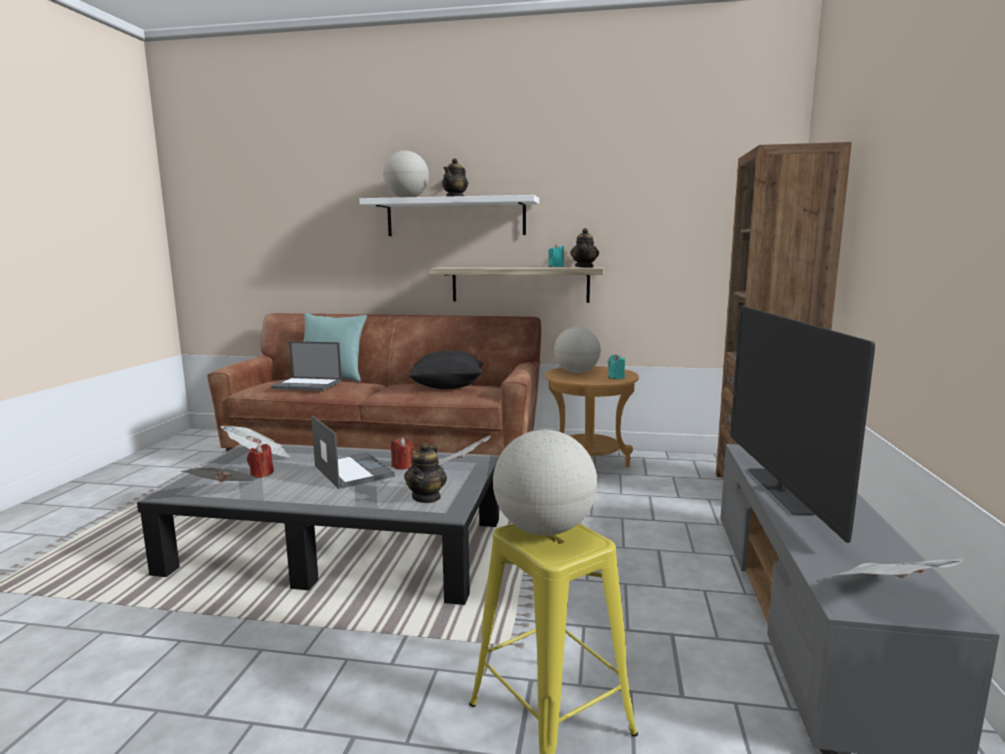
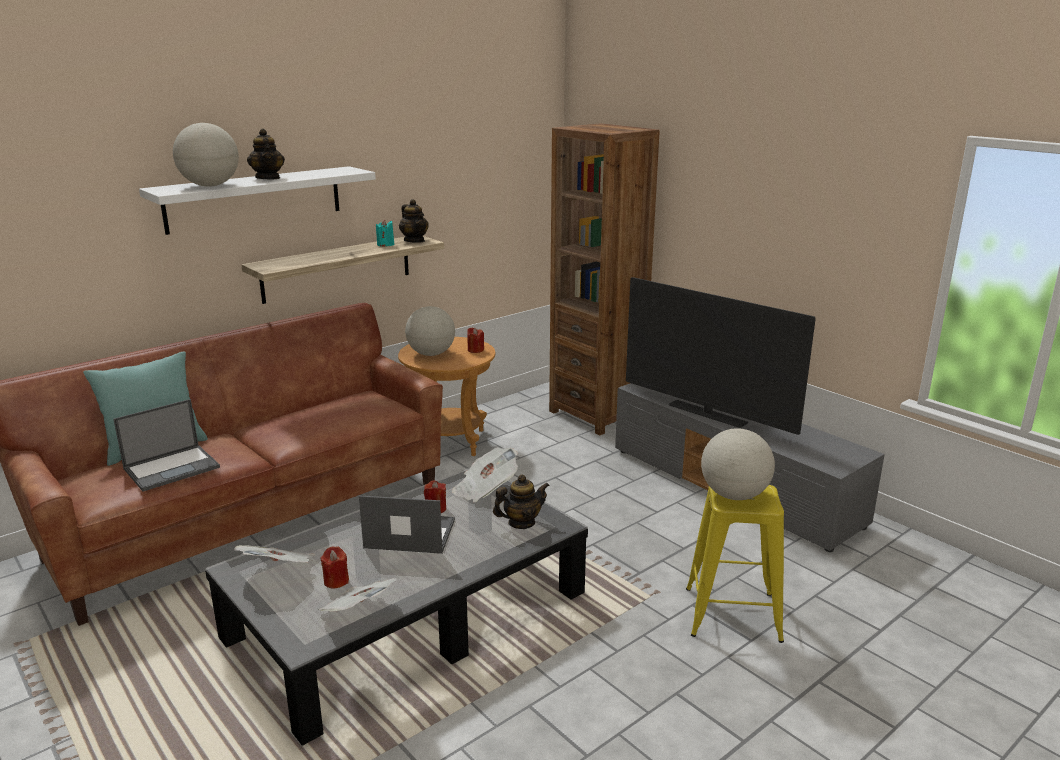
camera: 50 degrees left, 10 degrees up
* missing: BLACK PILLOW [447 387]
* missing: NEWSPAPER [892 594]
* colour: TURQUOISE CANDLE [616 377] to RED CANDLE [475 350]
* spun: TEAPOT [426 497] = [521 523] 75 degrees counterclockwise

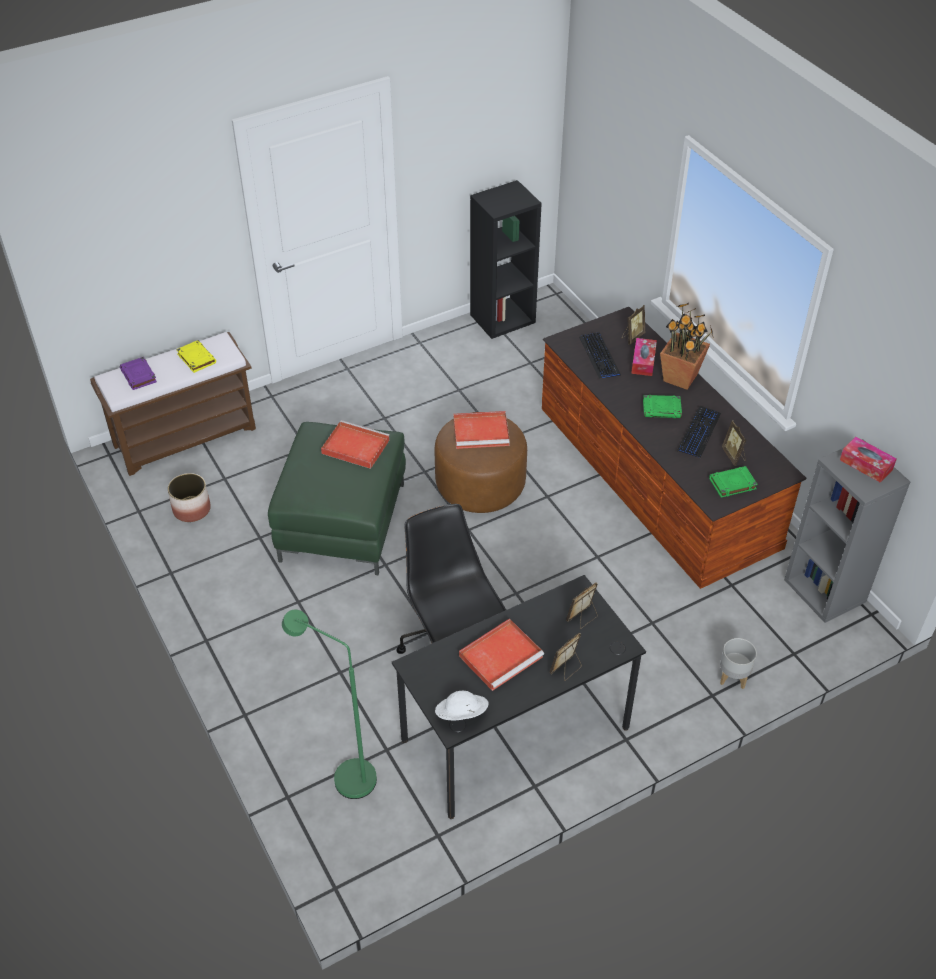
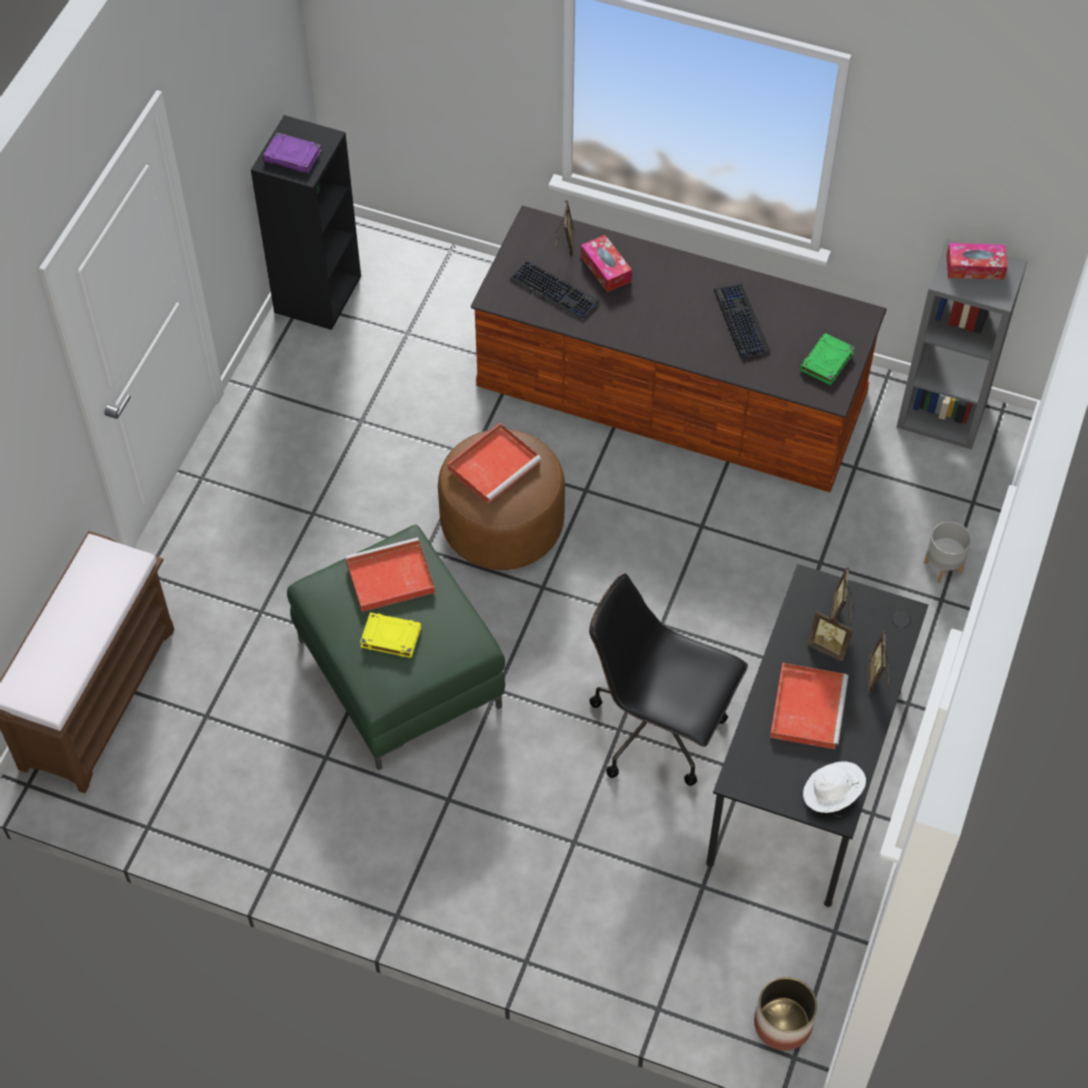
camera: 40 degrees left, 10 degrees up
* missing: GREEN FLOOR LAMP [345 775]
* missing: GREEN BOOK [662 409]
* missing: POTTED PLANT [681 378]
* relocated: PURPLE BOOK [139 376] to [293 156]
* relocated: PLANTER [192 509] to [783 1023]
* relocated: YELLOW BOOK [196 358] to [390 637]
* relocated: PICTURE FRAME [734 456] to [829 646]

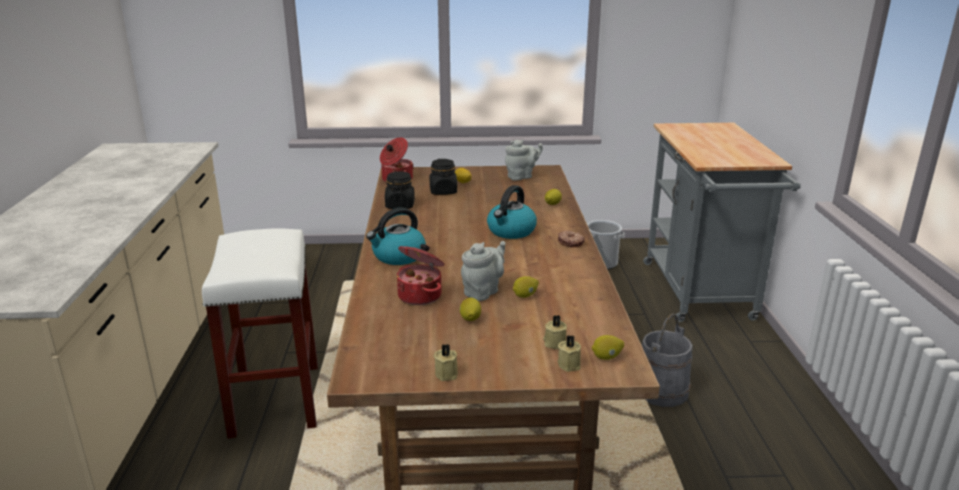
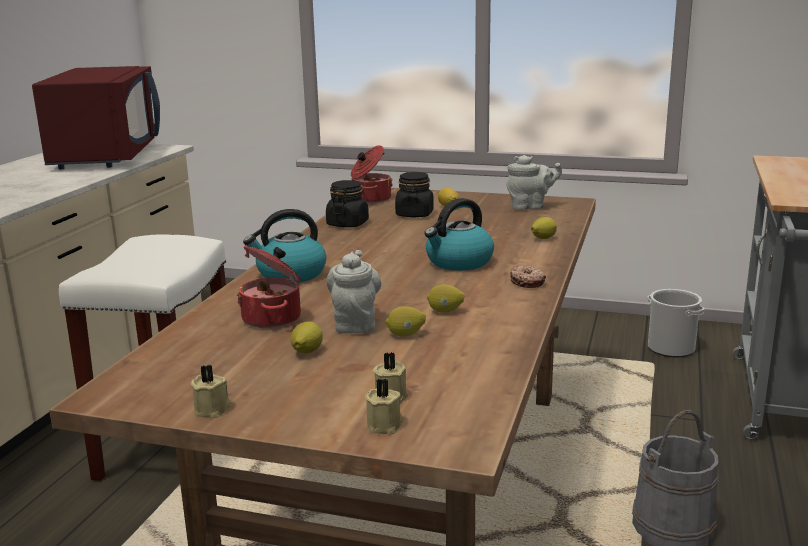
camera: 20 degrees right, 5 degrees down
* appeared: RED MICROWAVE [106 155]
* relocated: LEMON [606 357] to [445 311]
* spun: GREY TEAPOT [483 291] = [355 323] 60 degrees counterclockwise

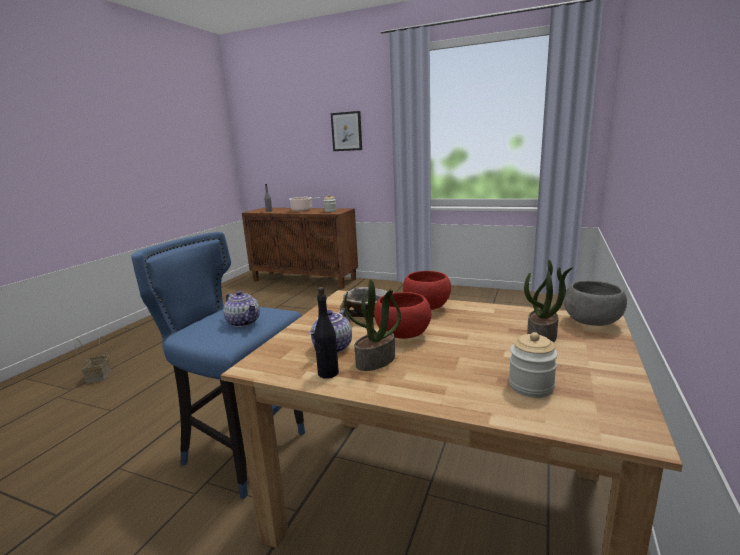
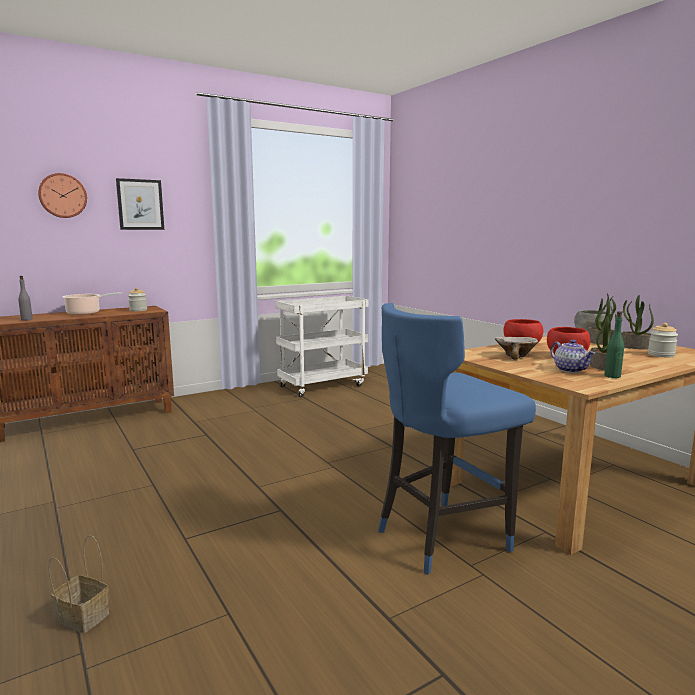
camera: 55 degrees left, 5 degrees down
* missing: TEAPOT [243 322]
* appeared: WALL CLOCK [62 195]
* appeared: WHITE CART [323 385]
* appeared: POTTED PLANT [634 347]
* colour: BLACK BOTTLE [328 373] to GREEN BOTTLE [612 376]

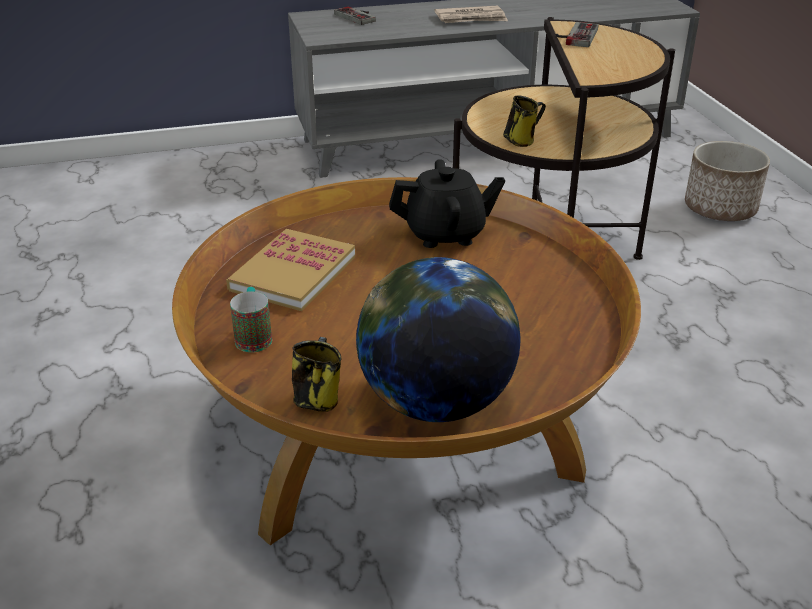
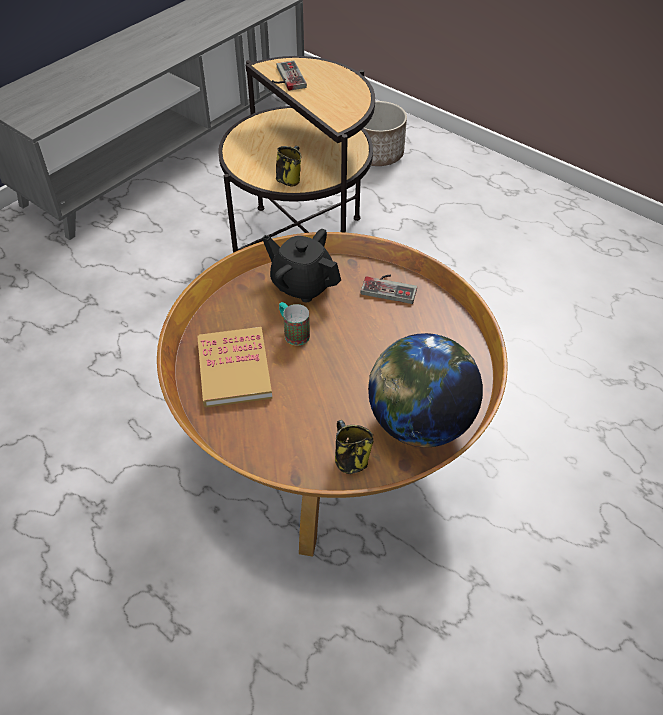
camera: 35 degrees left, 15 degrees up
* missing: NEWSPAPER [471 18]
* relocated: MUG [254 336] to [293 332]
* relocated: GAME CONTROLLER [359 16] to [390 287]
* spun: BLACK TEAPOT [446 234] = [302 284] 105 degrees counterclockwise

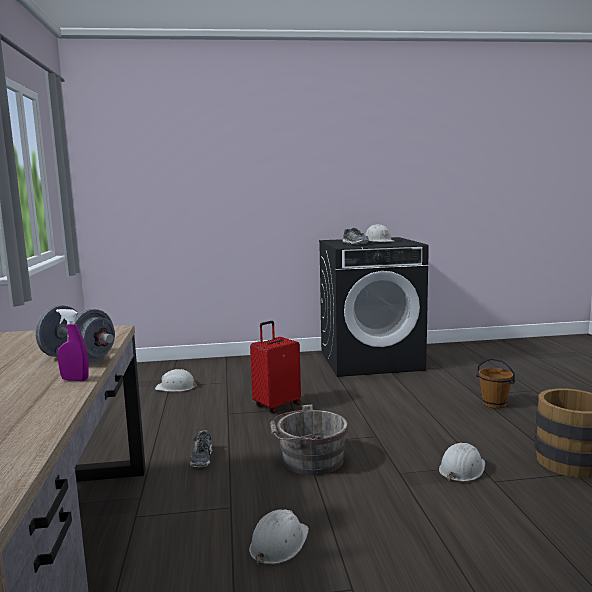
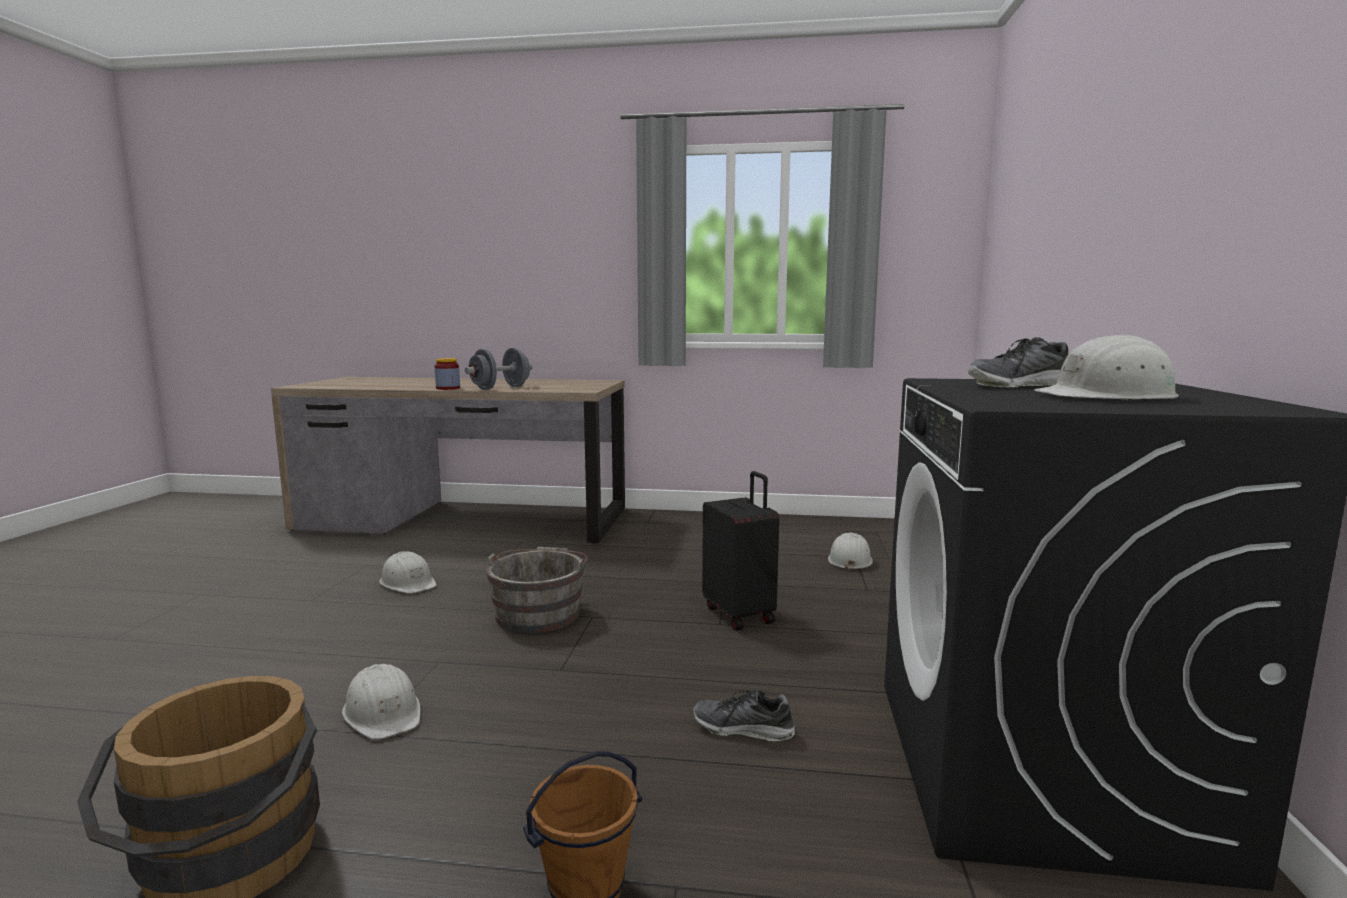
camera: 105 degrees right, 0 degrees up
* relocated: SHOE [202 458] to [743 729]
* exchanged: PURPLE SPRAY BOTTLE [75 380] to JAR [448 388]
* colour: RED SUITCASE [276 405] to BLACK SUITCASE [740 614]

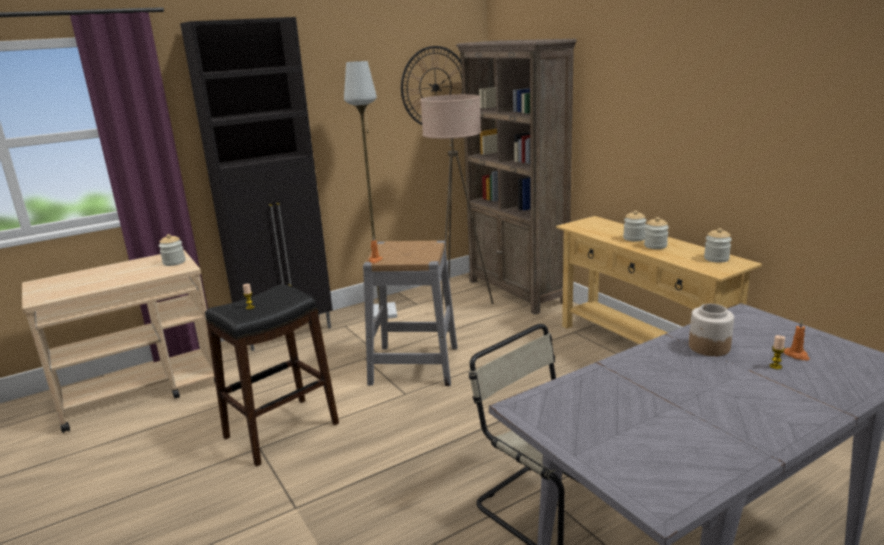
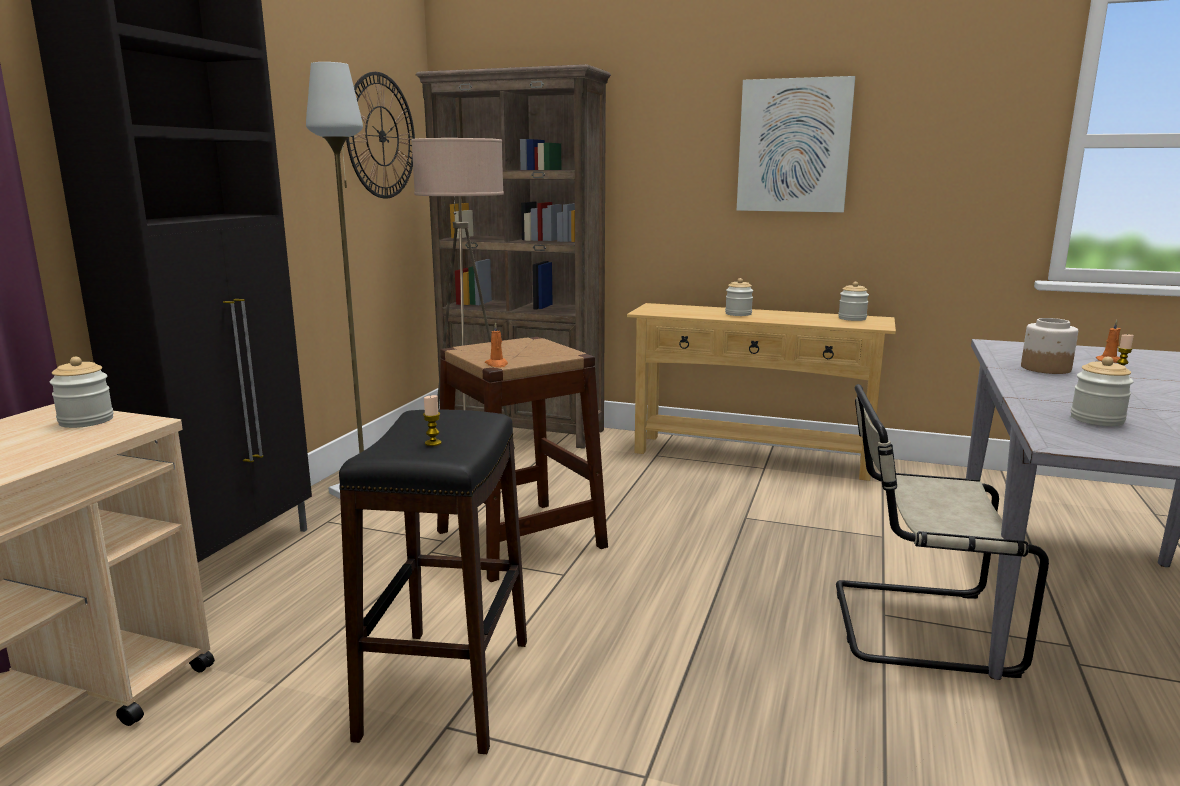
camera: 40 degrees left, 5 degrees down
* appeared: PICTURE [794 146]
* relocated: JAR [655 246] to [1097 419]
* colour: GREY STOOL [414 365] to BROWN STOOL [520 538]

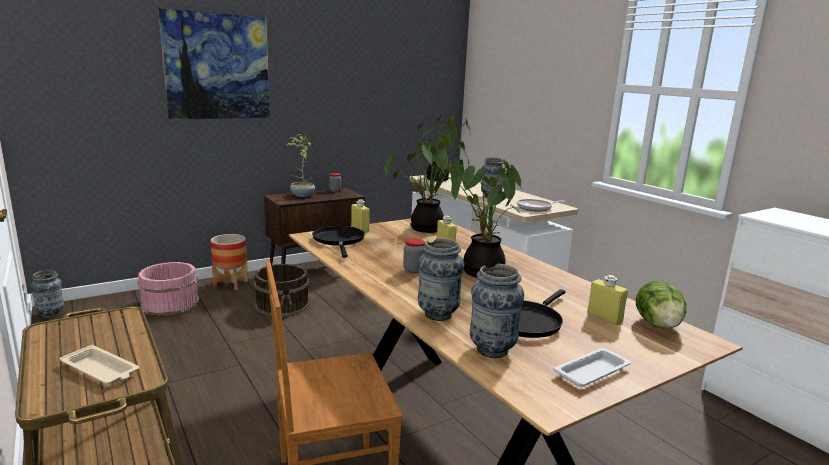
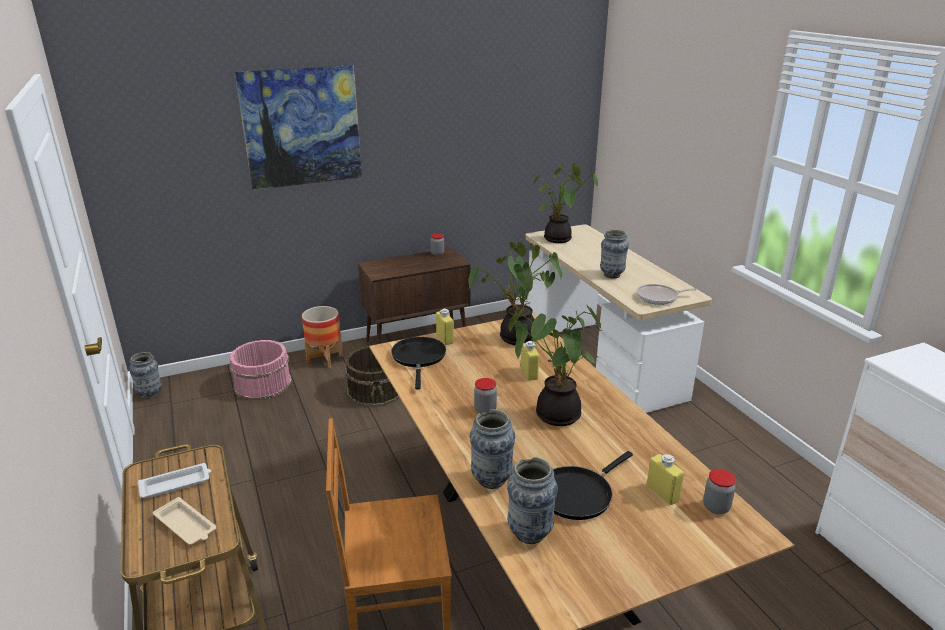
camera: 10 degrees right, 10 degrees up
* missing: POTTED PLANT [302 195]
* relocated: WHITE TRAY [592 372] to [176 484]
* exchanged: LETTUCE [658 325] to JAR [716 507]

